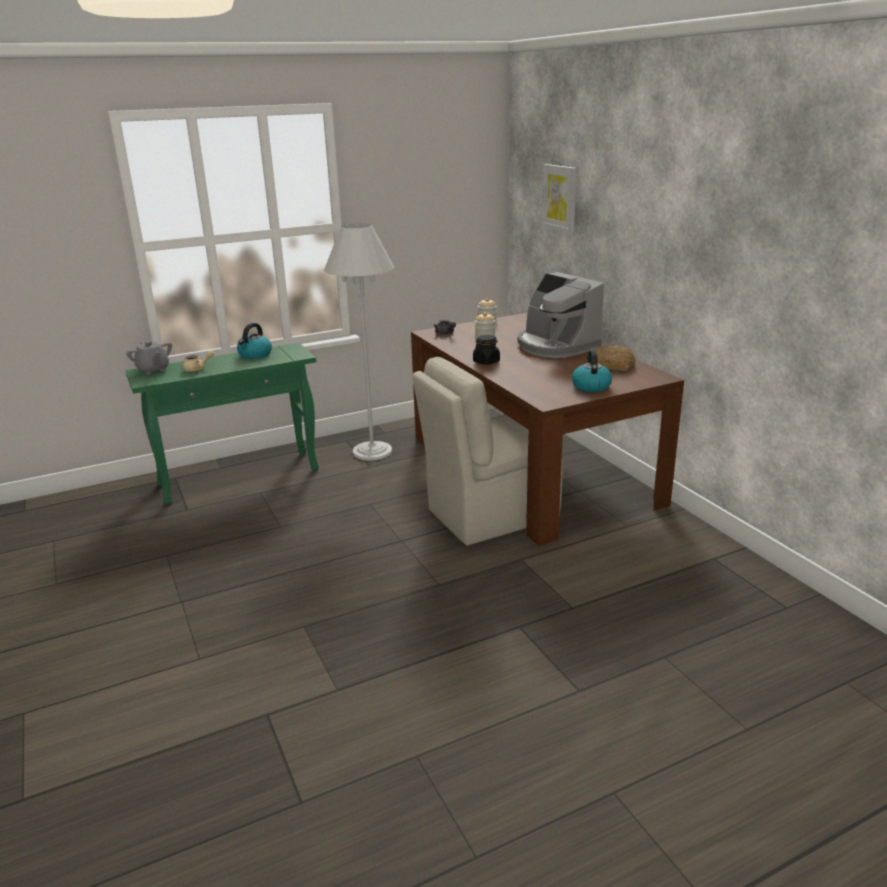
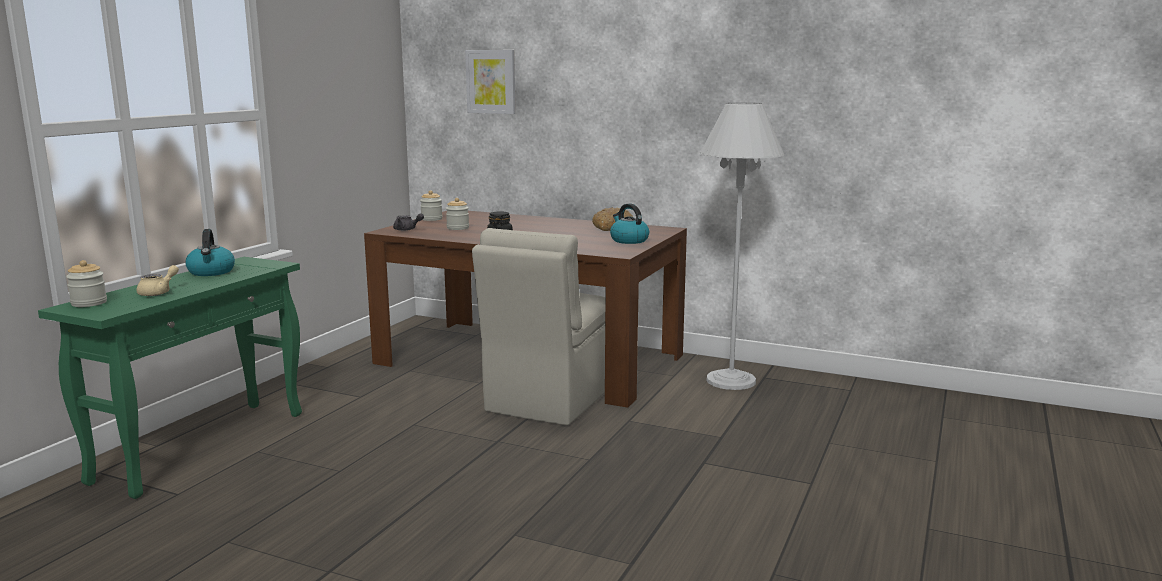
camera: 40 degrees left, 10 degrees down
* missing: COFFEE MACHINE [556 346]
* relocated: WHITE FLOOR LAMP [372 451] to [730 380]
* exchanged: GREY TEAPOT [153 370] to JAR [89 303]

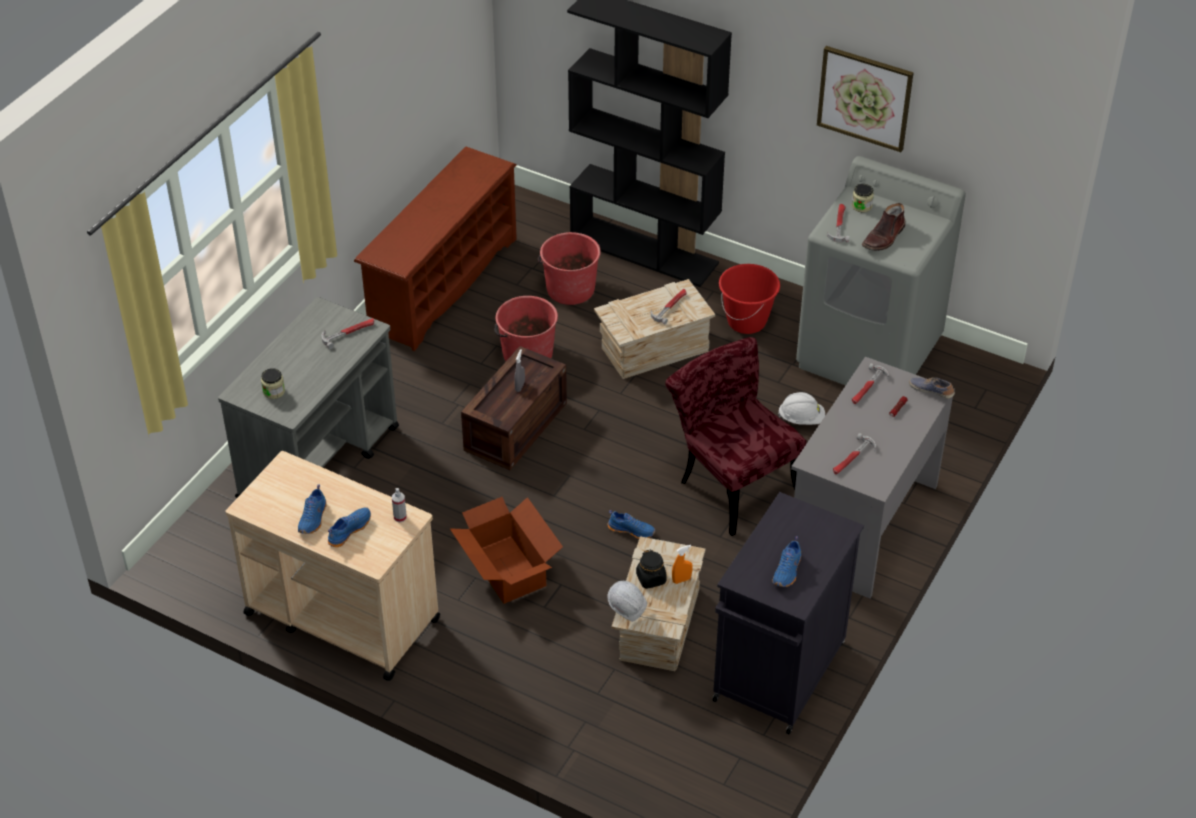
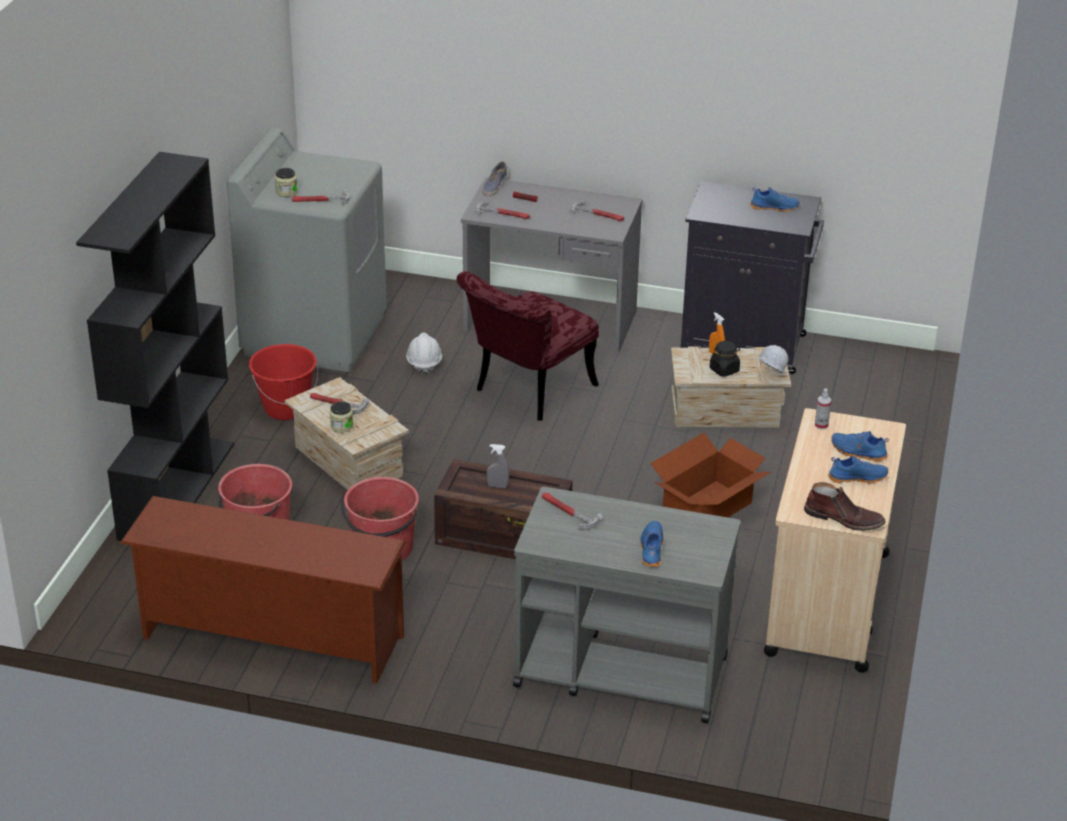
camera: 105 degrees left, 10 degrees down
* missing: PICTURE [865 98]
* relocated: JAR [274 391] to [341 426]
* relocated: BLUE SHOE [631 530] to [651 549]
* relocated: BROWN BOOT [884 238] to [844 518]

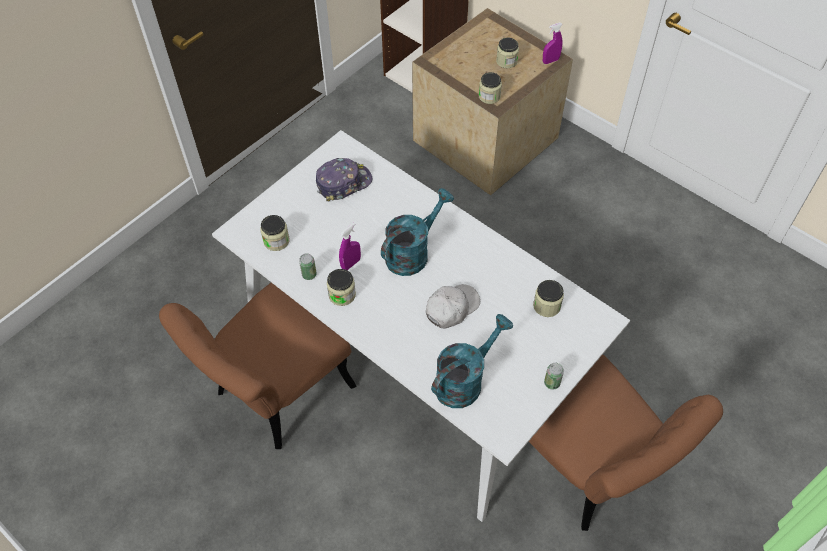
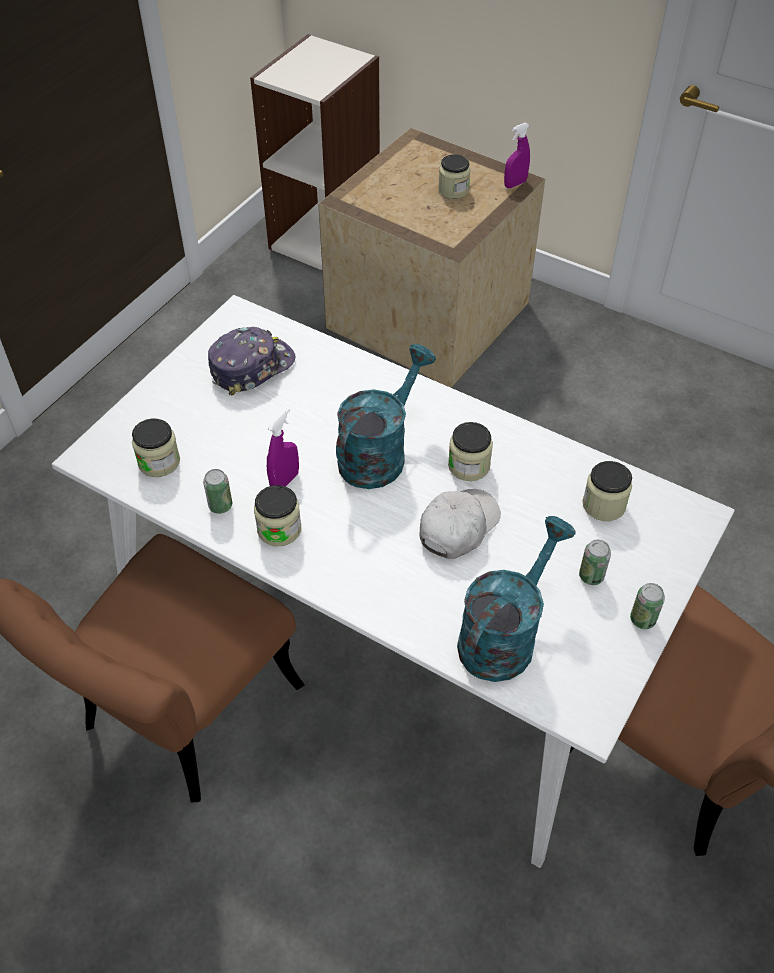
camera: 10 degrees left, 5 degrees down
* appeared: CAN [591 576]
* relocated: JAR [489 96] to [469 466]

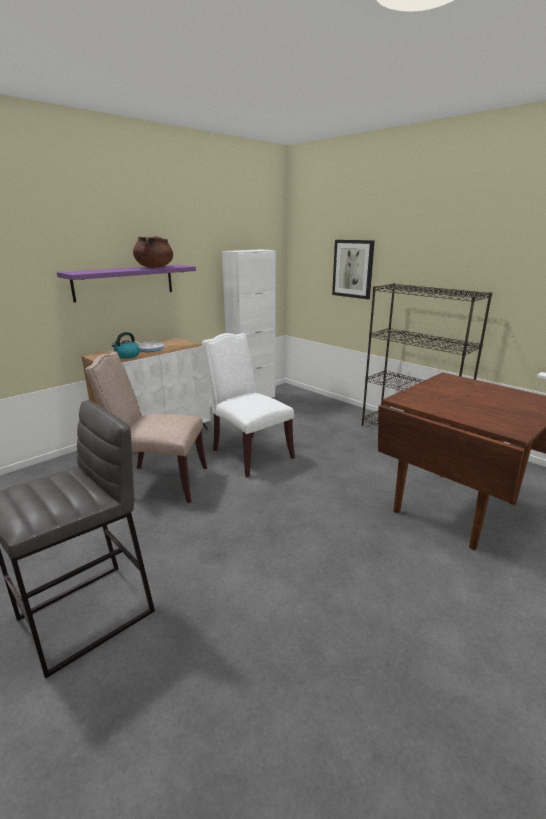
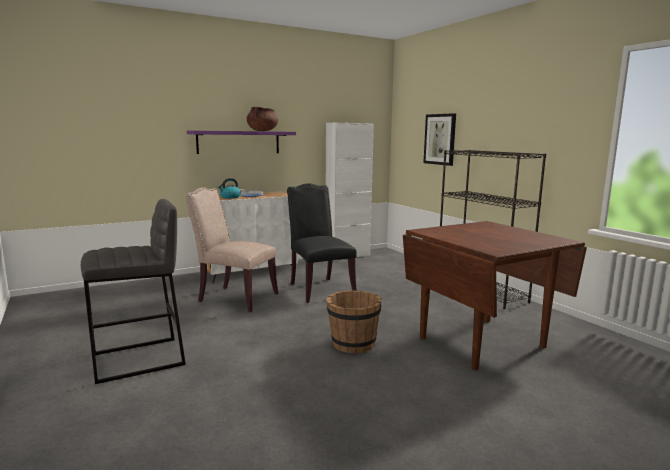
camera: 15 degrees right, 10 degrees down
* appeared: BROWN BUCKET [353 344]
* colour: WHITE CHAIR [248 453] to BLACK CHAIR [319 289]

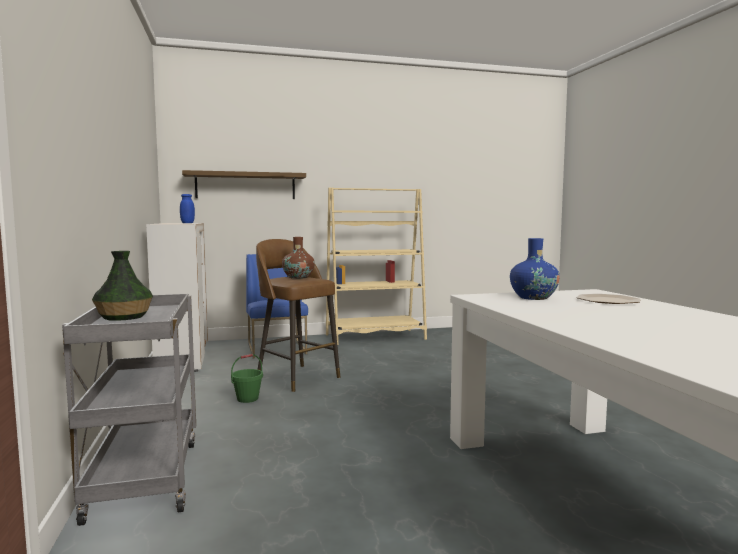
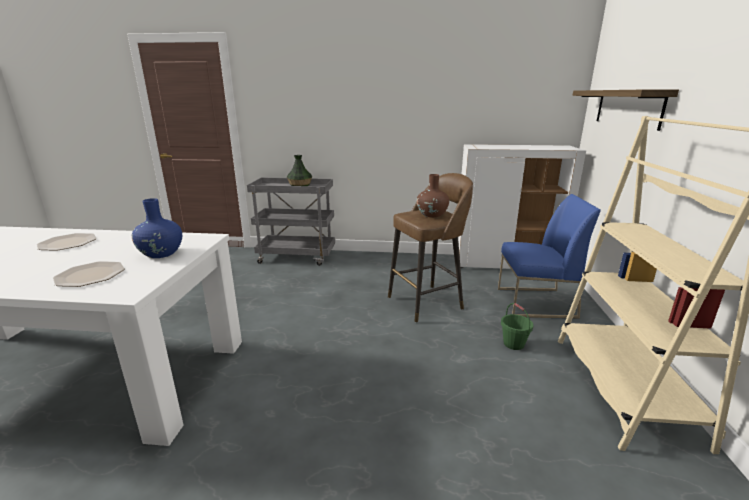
camera: 110 degrees right, 15 degrees up
* missing: BLUE JAR [187 223]
* appeared: PLATE [67 243]
* relocated: GREEN BUCKET [247 399] to [514 344]

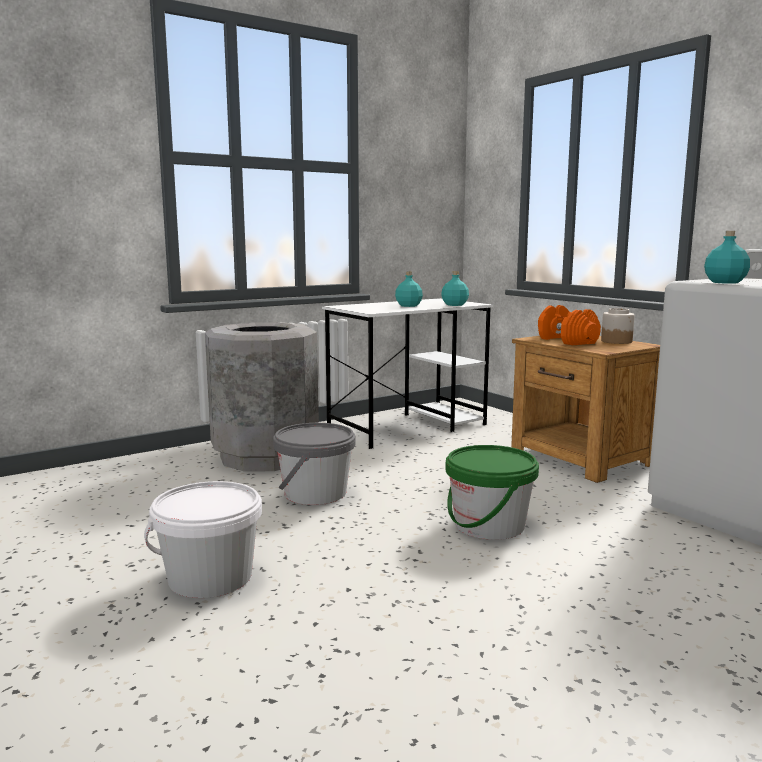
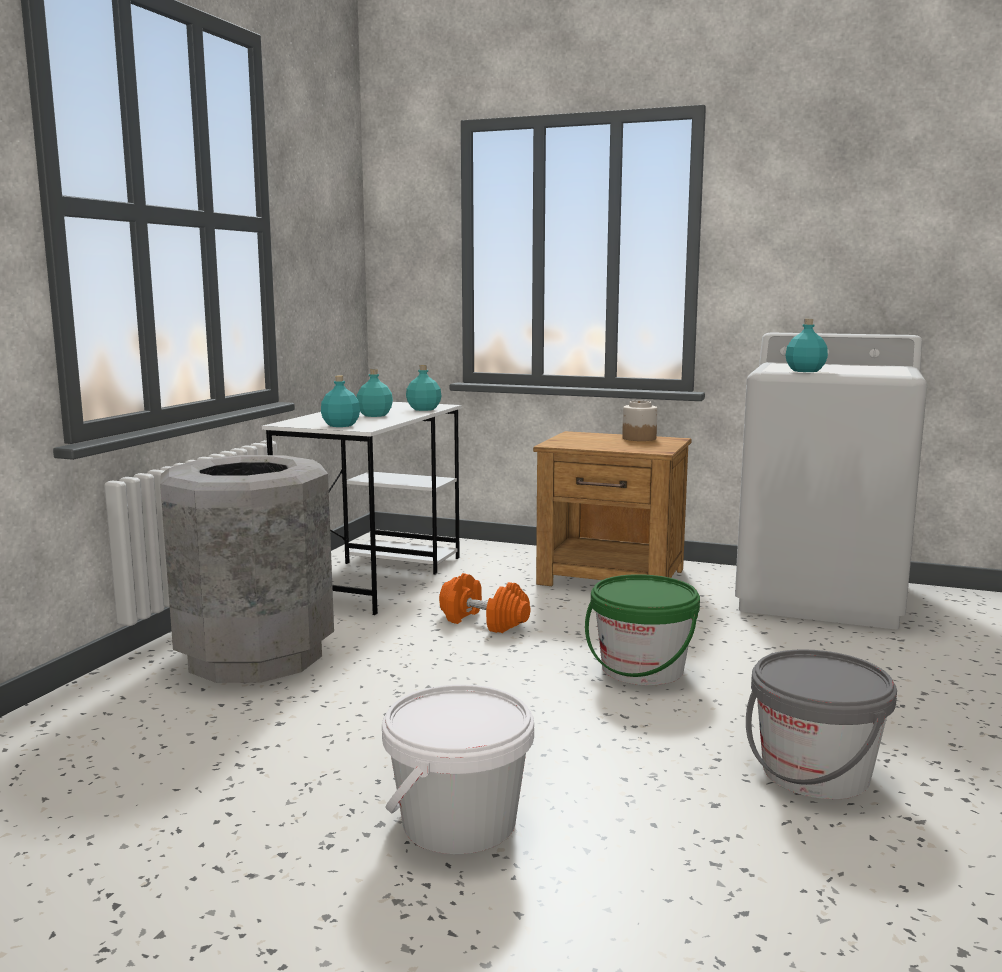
camera: 35 degrees left, 0 degrees up
* appeared: TURQUOISE BOTTLE [340 425]
* relocated: GREY BUCKET [315 493] to [815 773]
* relocated: ORANGE DUMBBELL [566 341] to [483 622]

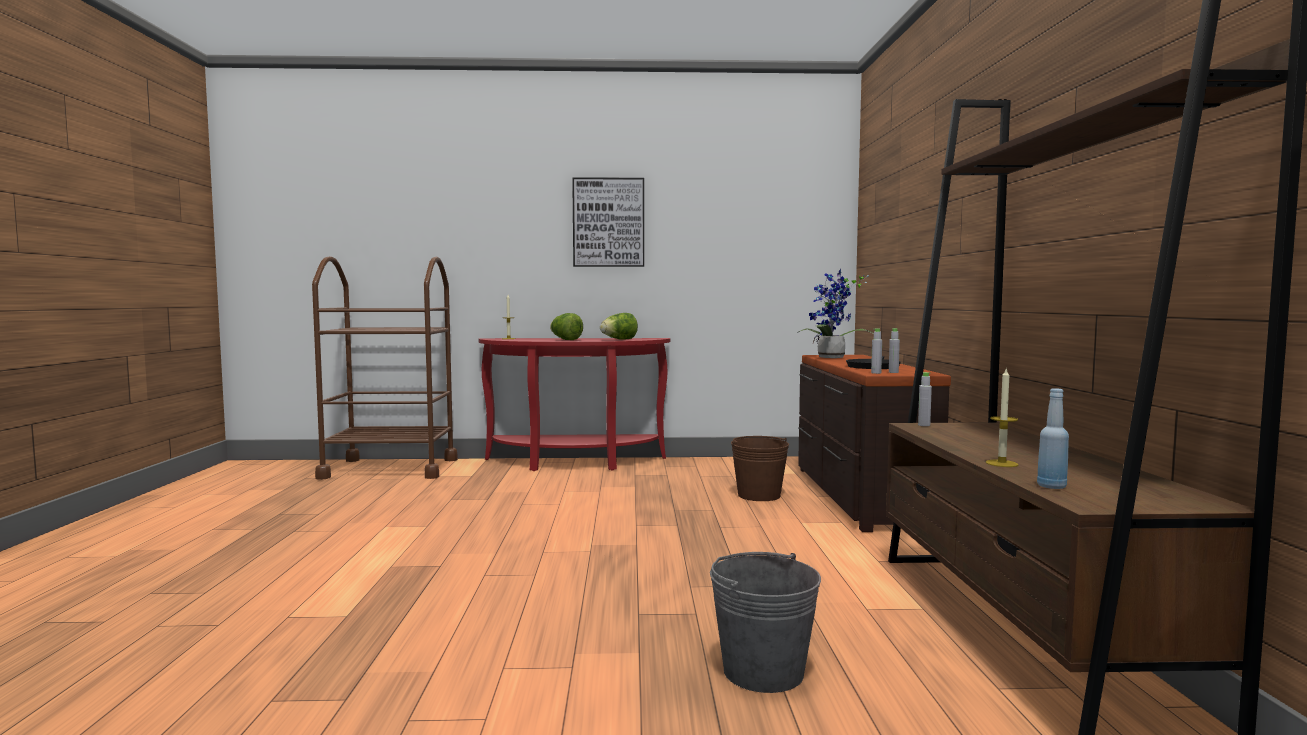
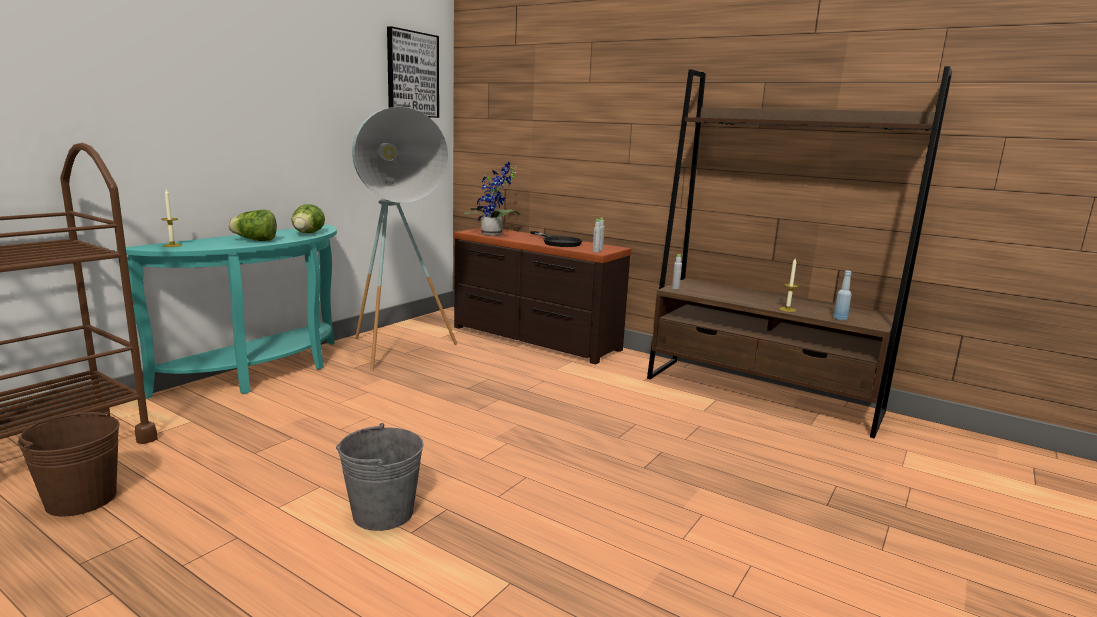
camera: 55 degrees left, 10 degrees up
* appeared: TURQUOISE FLOOR LAMP [398 357]
* relocated: PICTURE [608 222] to [412 74]
* relocated: GREY BUCKET [763 671] to [383 513]
* relocated: BROWN BUCKET [759 495] to [81 499]
* colour: RED CONSOLE TABLE [574 464] to TURQUOISE CONSOLE TABLE [264 373]

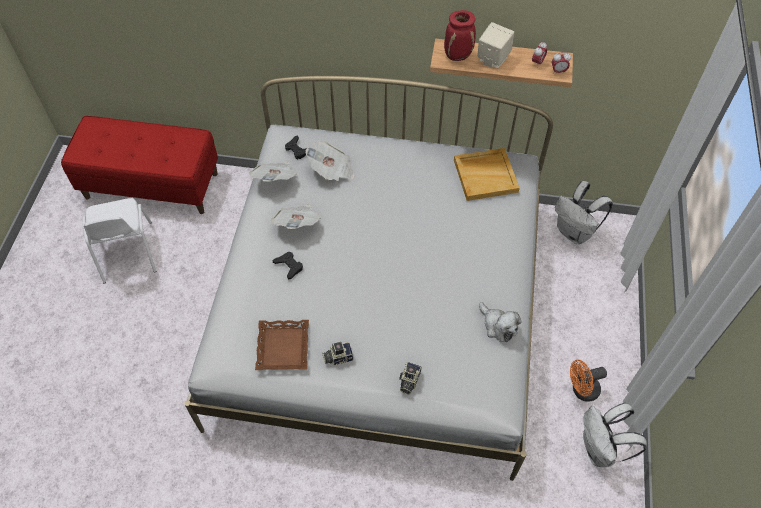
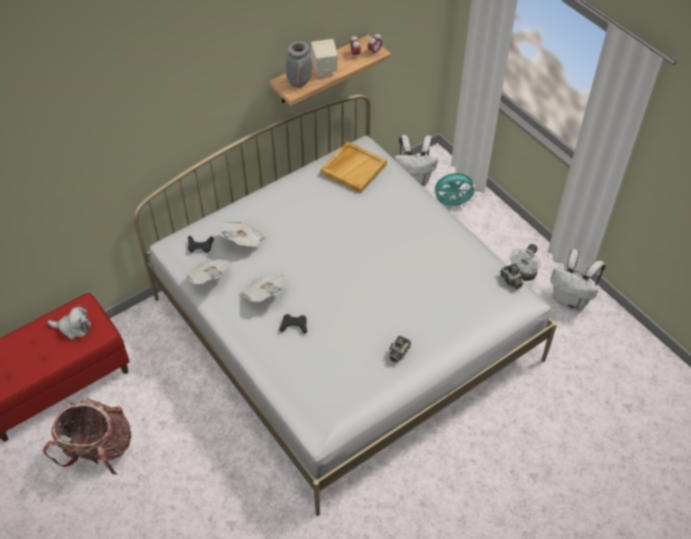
camera: 45 degrees left, 5 degrees down
* missing: BROWN TRAY [283 347]
* appeared: TURQUOISE FAN [452 204]
* relocated: PHOTO CAMERA [408 381] to [510 281]
* relocated: PLUSH TOY [498 326] to [73 328]
* exchanged: WHITE CHAIR [127 253] to BACKPACK [98 450]
* colour: RED VASE [458 55] to GREY VASE [299 82]
* colour: ORANGE FAN [581 390] to WHITE FAN [523 275]

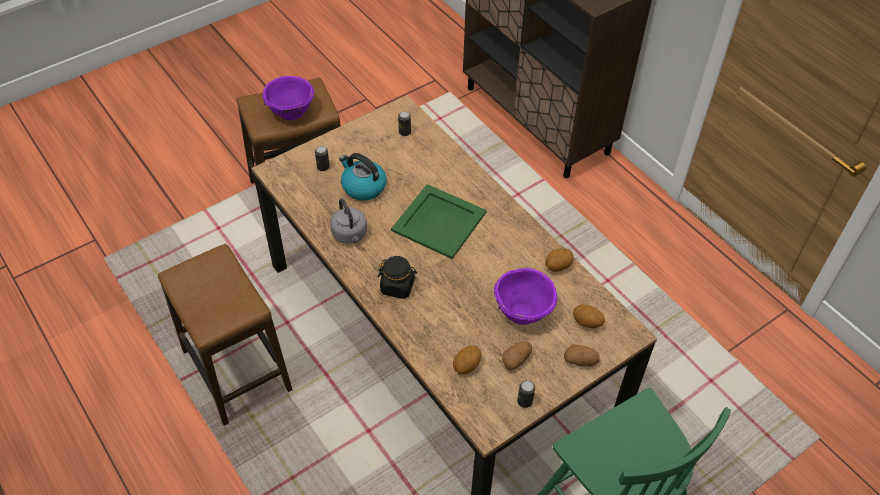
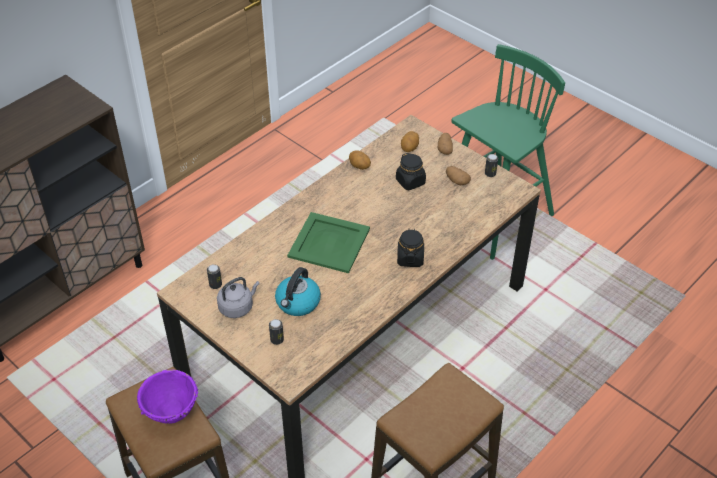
camera: 100 degrees left, 5 degrees down
* missing: POTATO [467 366]
* relocated: GREY KETTLE [350 235] to [237 307]
* exchanged: PURPLE BOWL [523 311] to BLACK JAR [410 182]

